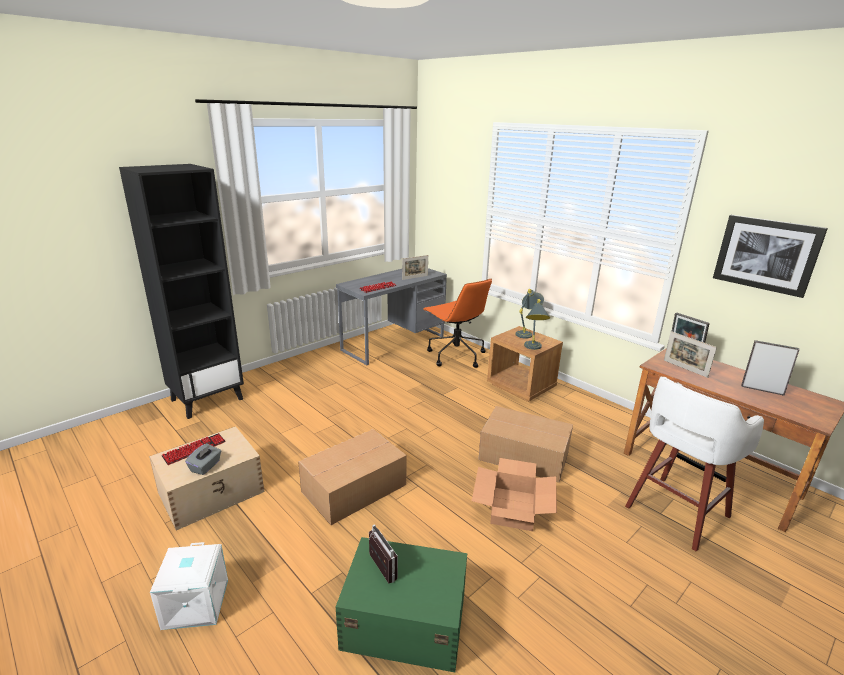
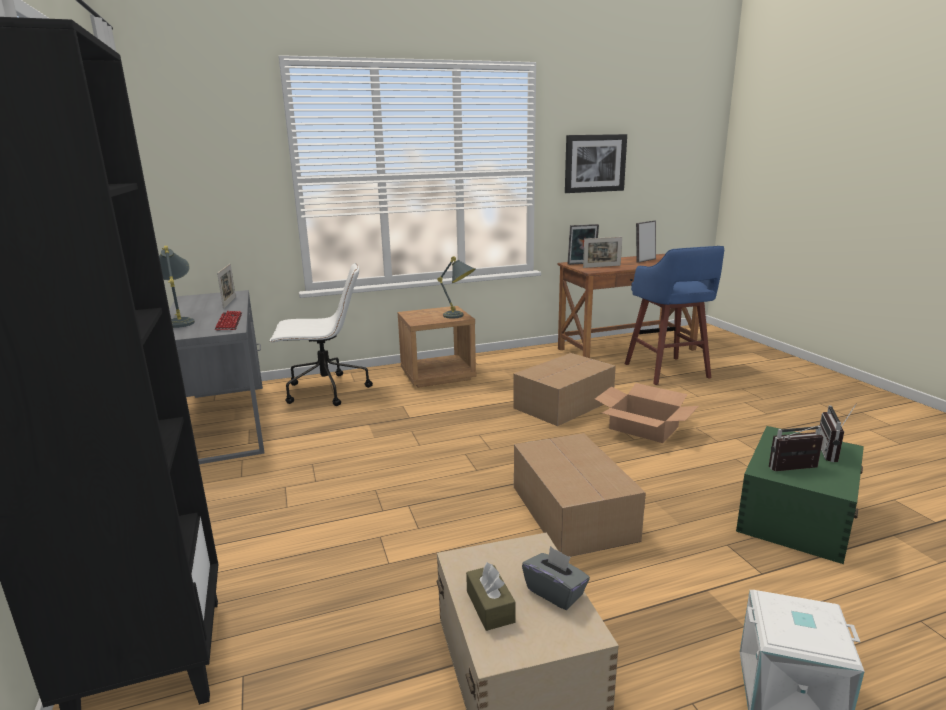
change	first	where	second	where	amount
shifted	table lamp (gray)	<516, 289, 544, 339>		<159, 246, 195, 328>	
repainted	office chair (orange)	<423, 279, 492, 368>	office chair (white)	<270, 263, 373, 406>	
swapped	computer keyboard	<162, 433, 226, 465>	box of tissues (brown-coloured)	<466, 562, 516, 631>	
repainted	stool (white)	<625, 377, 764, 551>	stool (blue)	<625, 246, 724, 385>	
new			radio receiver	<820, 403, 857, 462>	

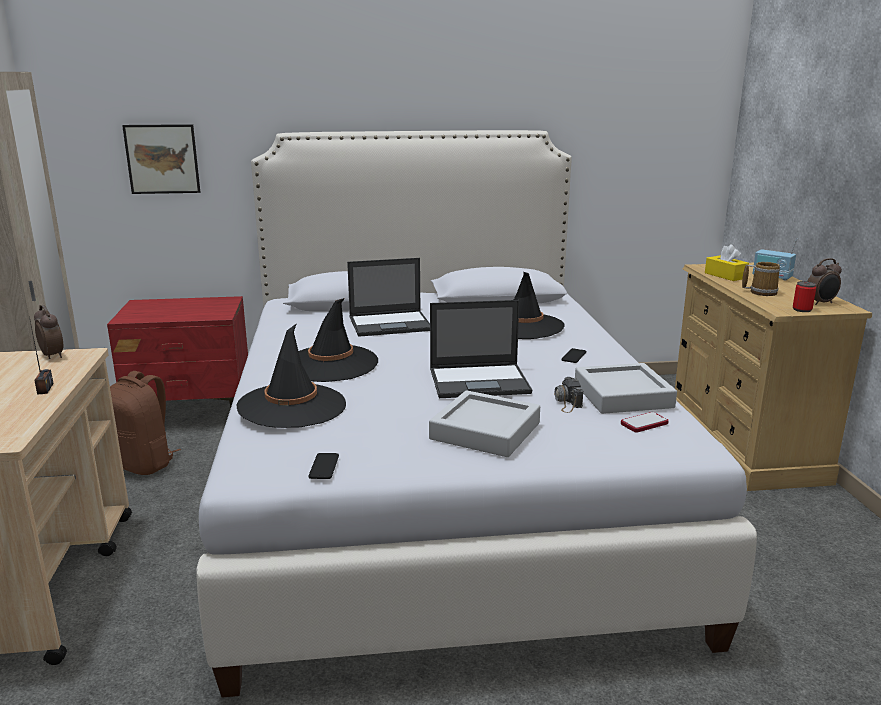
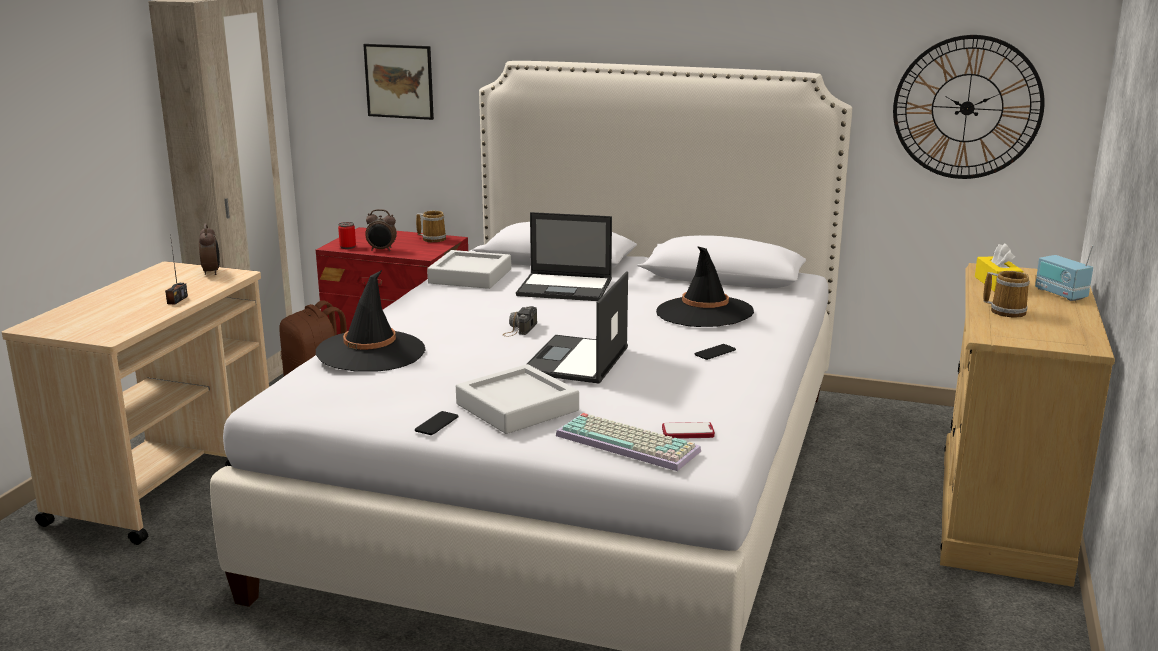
change	first	where	second	where	amount
shifted	metal can	<793, 281, 816, 312>		<338, 222, 356, 249>	
shifted	table clock	<807, 258, 842, 305>		<365, 209, 397, 251>	
shifted	handset	<309, 453, 339, 479>		<415, 411, 459, 435>	
new			coffee mug	<416, 211, 446, 242>	
shifted	carrying tray (gray)	<575, 363, 677, 414>		<427, 250, 511, 289>	
shifted	photo camera	<554, 377, 583, 413>		<503, 306, 537, 337>	
rotated	portable computer	<430, 300, 532, 398>		<527, 271, 628, 384>	90 degrees clockwise
new			computer keyboard	<556, 413, 701, 471>	
new			wall clock	<893, 35, 1045, 179>	
gone	clothing hat (black-coloured)	<299, 298, 378, 382>			

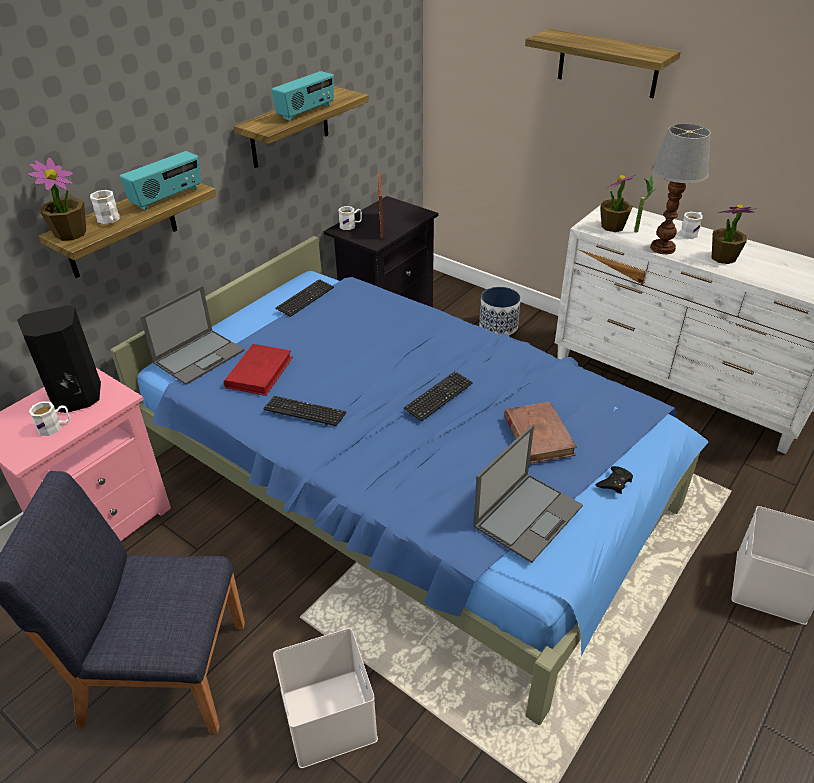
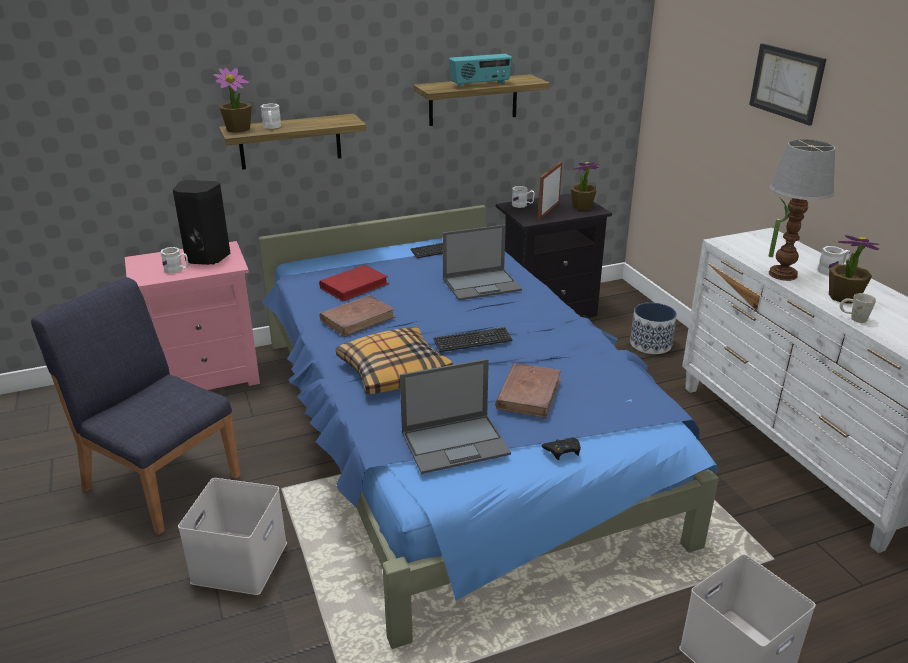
change	first	where	second	where	amount
swapped	computer keyboard	<263, 396, 346, 426>	bound book (brown-coloured)	<320, 295, 396, 337>	
new			cushion	<336, 327, 453, 394>	
shifted	portable computer	<140, 286, 245, 385>		<443, 225, 522, 300>	
shifted	houseplant	<600, 175, 636, 232>		<571, 162, 599, 210>	
swapped	bracket shelf	<525, 29, 681, 98>	picture	<749, 43, 826, 126>	
new			coffee mug (white)	<840, 293, 876, 323>	
gone	radio receiver	<120, 151, 201, 211>			

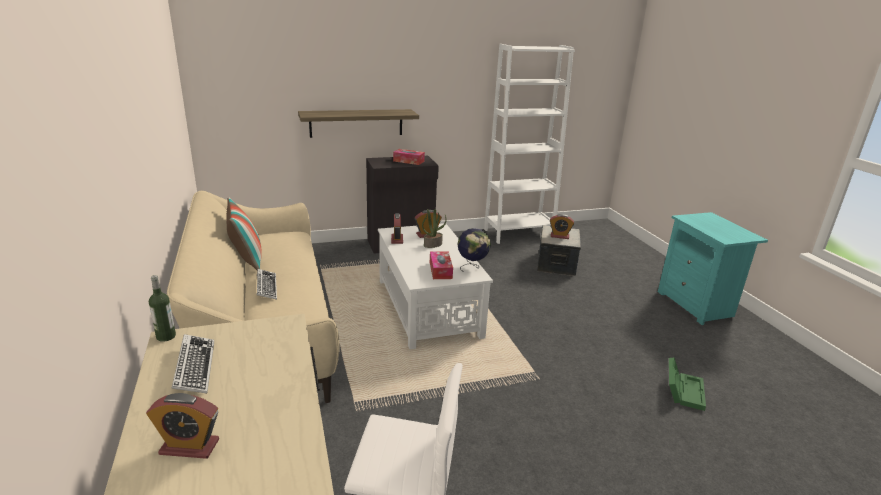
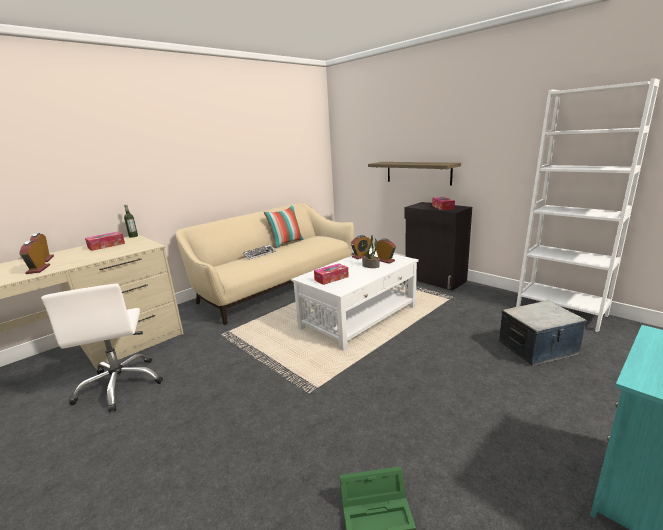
change	first	where	second	where	amount
shifted	table clock	<550, 214, 574, 239>		<19, 240, 50, 274>	
swapped	computer keyboard	<172, 334, 214, 394>	box of tissues	<85, 232, 125, 251>	
gone	desk globe	<458, 228, 491, 272>			

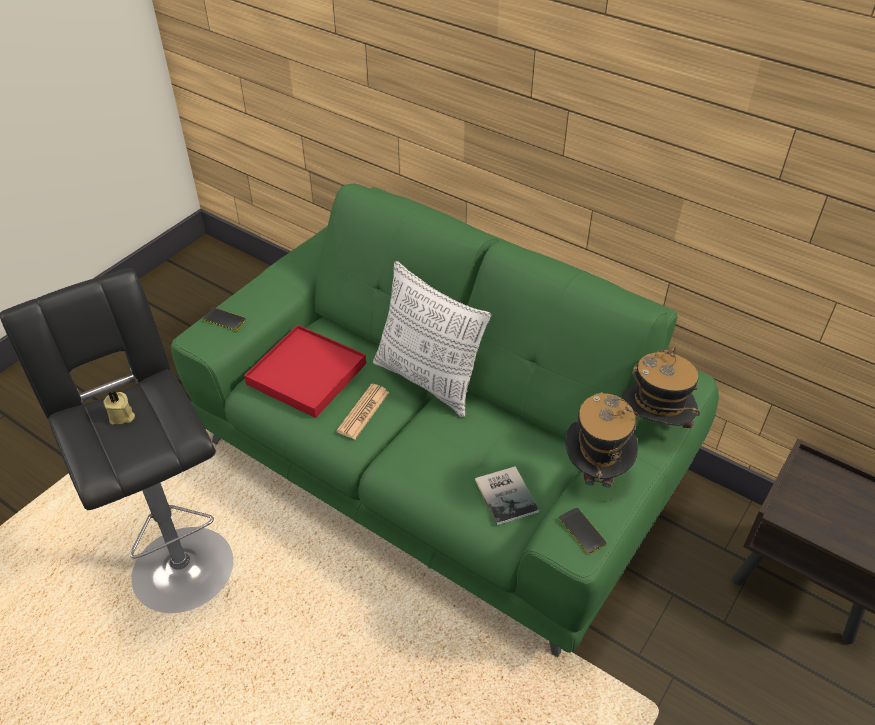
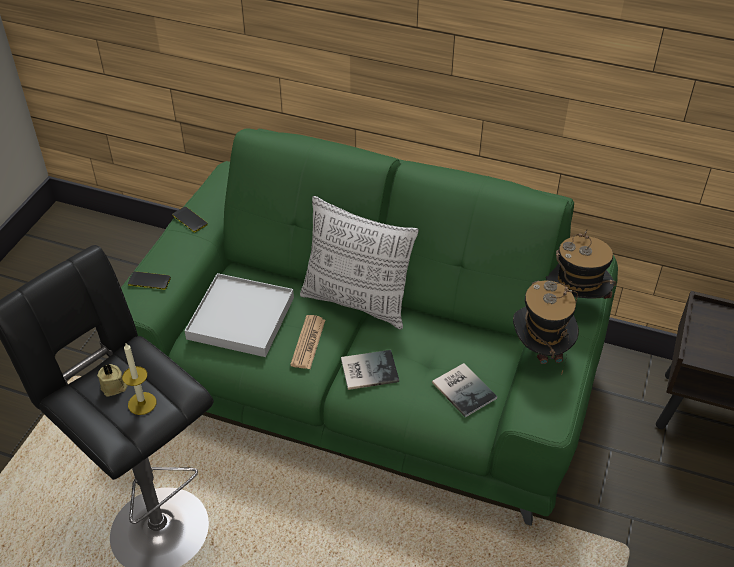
change	first	where	second	where	amount
new			wax candle	<122, 343, 156, 415>	
shifted	handset	<559, 508, 607, 554>		<172, 207, 208, 232>	
repainted	carrying tray (reddish)	<244, 325, 366, 418>	carrying tray (white)	<184, 273, 294, 357>	
new			bound book	<341, 350, 399, 390>	

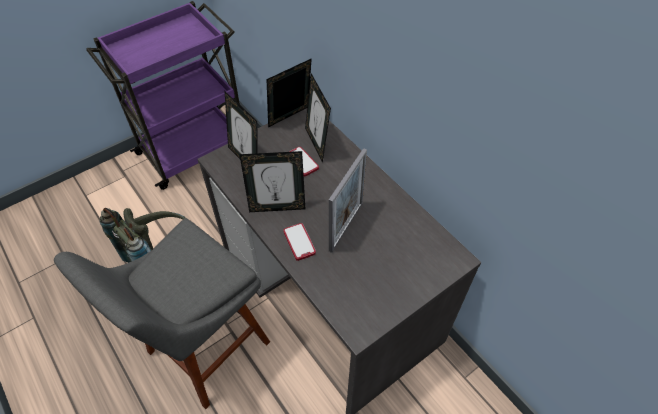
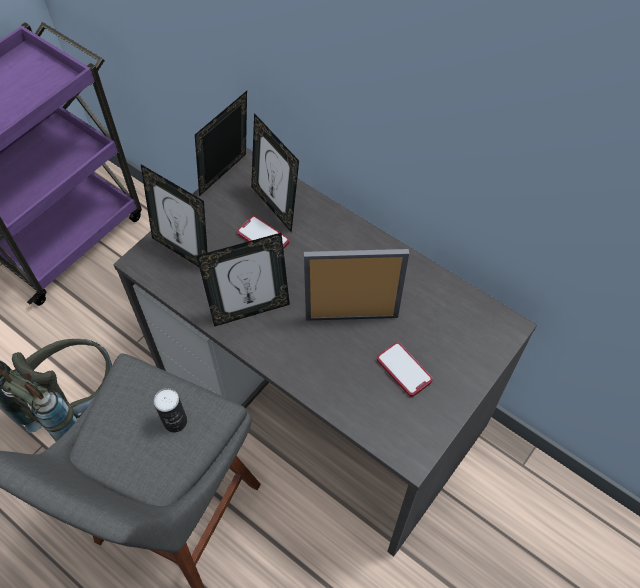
change	first	where	second	where	amount
new			metal can	<154, 388, 187, 433>	
rotated	photo frame	<329, 148, 367, 253>		<304, 249, 409, 321>	105 degrees counterclockwise
shifted	handset	<283, 223, 316, 261>		<377, 342, 432, 397>	

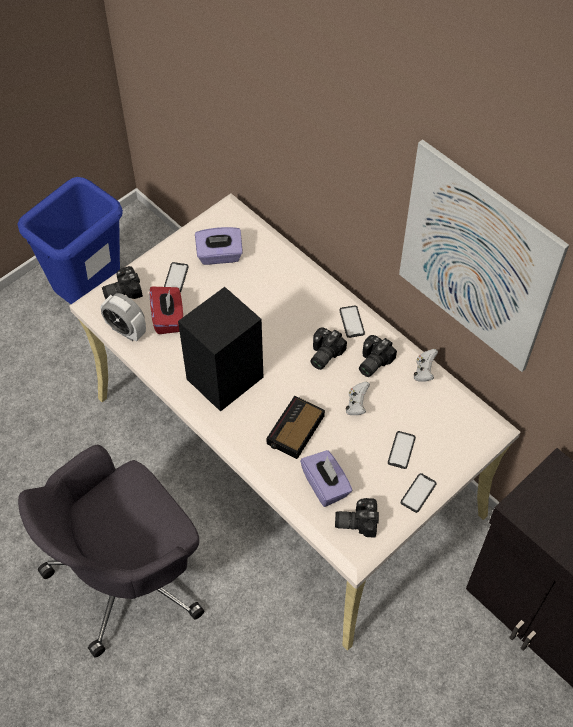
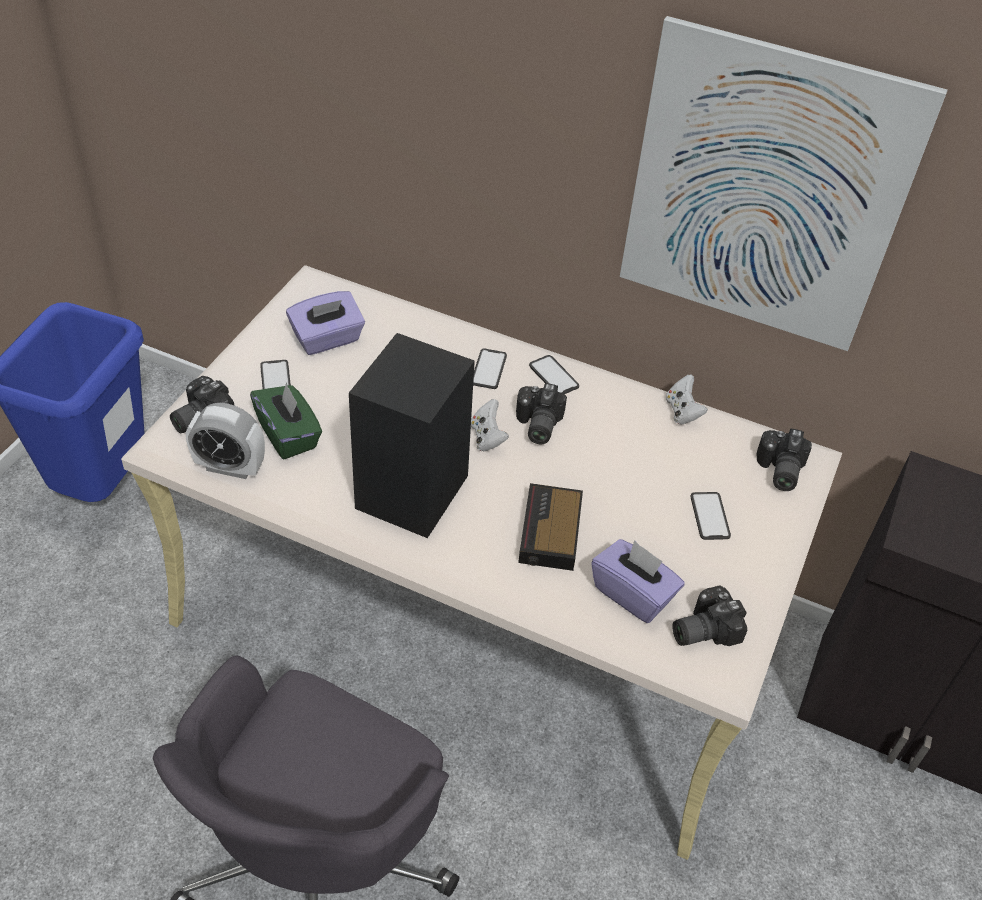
change	first	where	second	where	amount
repainted	box of tissues (reddish)	<150, 287, 183, 334>	box of tissues (greenish)	<250, 382, 322, 459>	
shifted	joypad (white)	<346, 381, 370, 415>		<471, 399, 509, 451>	
shifted	handset	<401, 473, 436, 513>		<473, 349, 507, 389>	
shifted	photo camera	<359, 335, 397, 377>		<756, 428, 812, 491>	

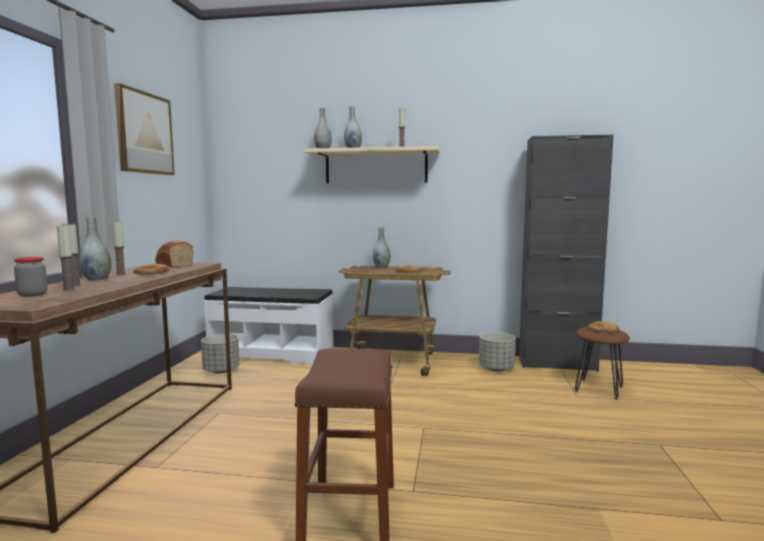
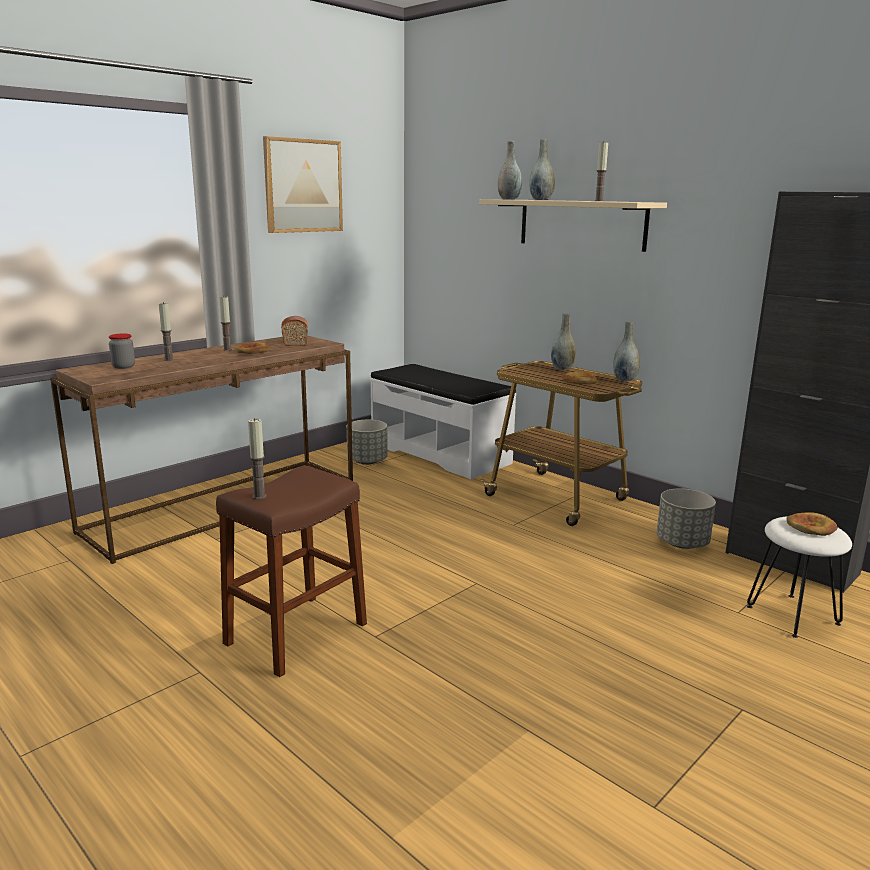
change	first	where	second	where	amount
shifted	wax candle	<57, 226, 75, 291>		<248, 418, 267, 499>	
shifted	vase (gray)	<79, 217, 111, 281>		<613, 321, 640, 382>	
repainted	stool (brown-coloured)	<575, 327, 630, 400>	stool (white)	<747, 516, 852, 638>	

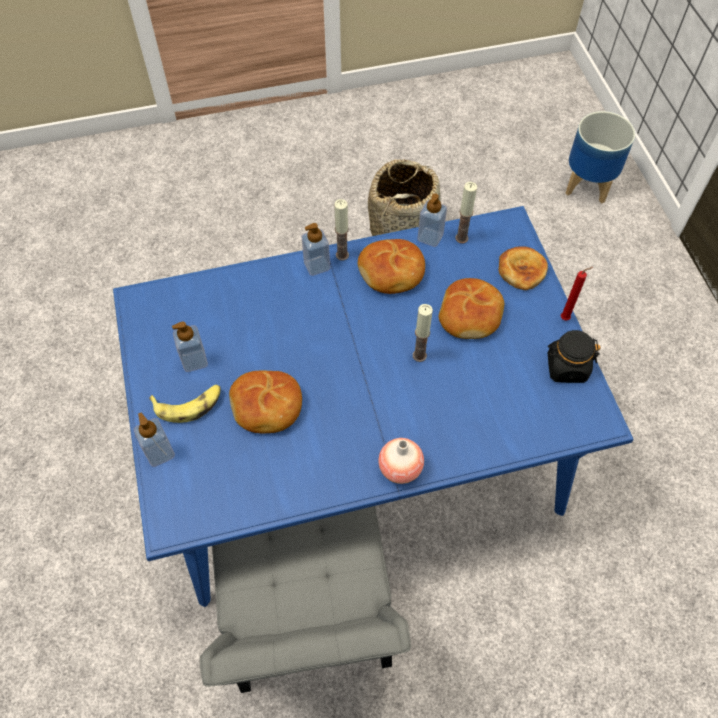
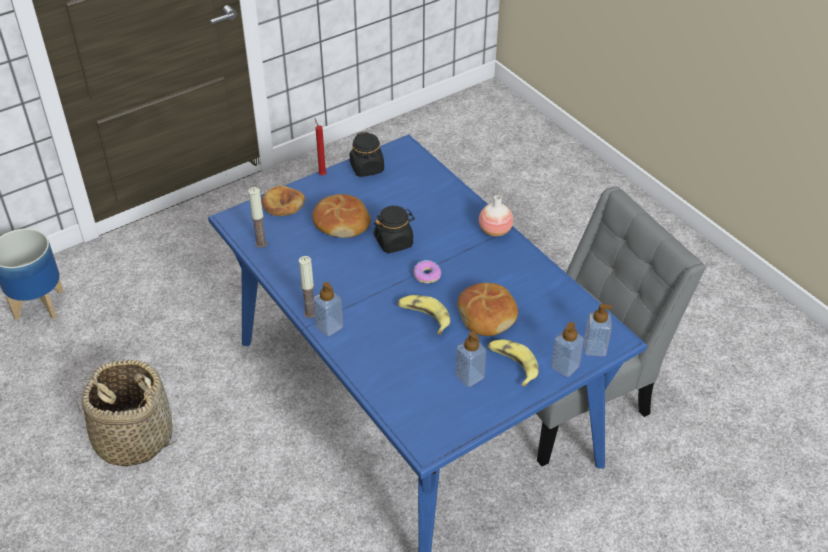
change	first	where	second	where	amount
swapped	wax candle	<413, 304, 433, 362>	preserve jar (black-coloured)	<373, 206, 415, 253>	
new			whole banana	<398, 295, 450, 335>	
new			doughnut	<414, 260, 441, 283>	
shifted	soap bottle	<418, 193, 447, 247>		<584, 304, 612, 357>	
gone	baked bread	<358, 239, 425, 294>			

